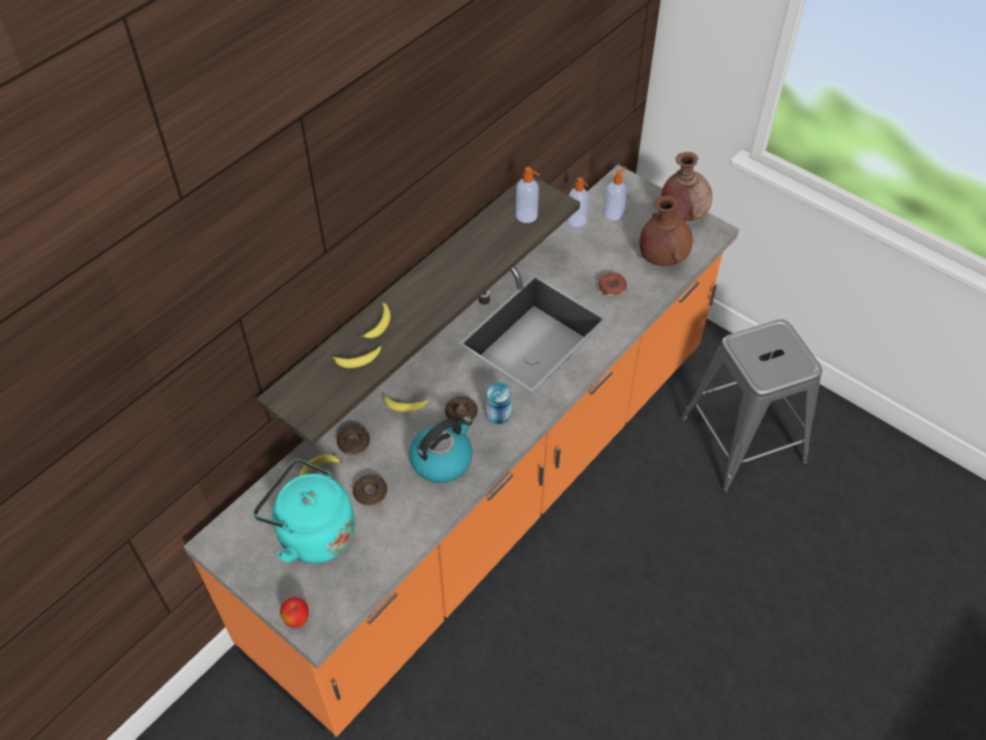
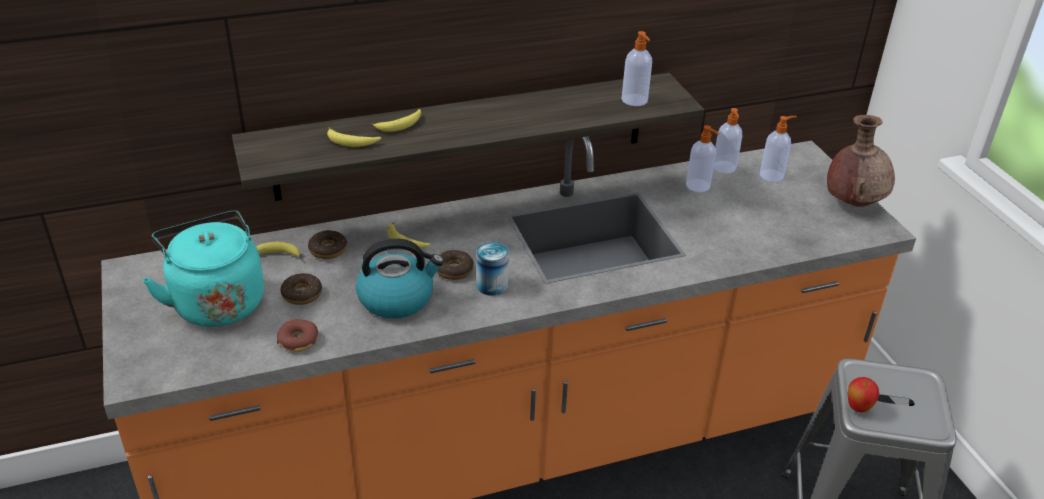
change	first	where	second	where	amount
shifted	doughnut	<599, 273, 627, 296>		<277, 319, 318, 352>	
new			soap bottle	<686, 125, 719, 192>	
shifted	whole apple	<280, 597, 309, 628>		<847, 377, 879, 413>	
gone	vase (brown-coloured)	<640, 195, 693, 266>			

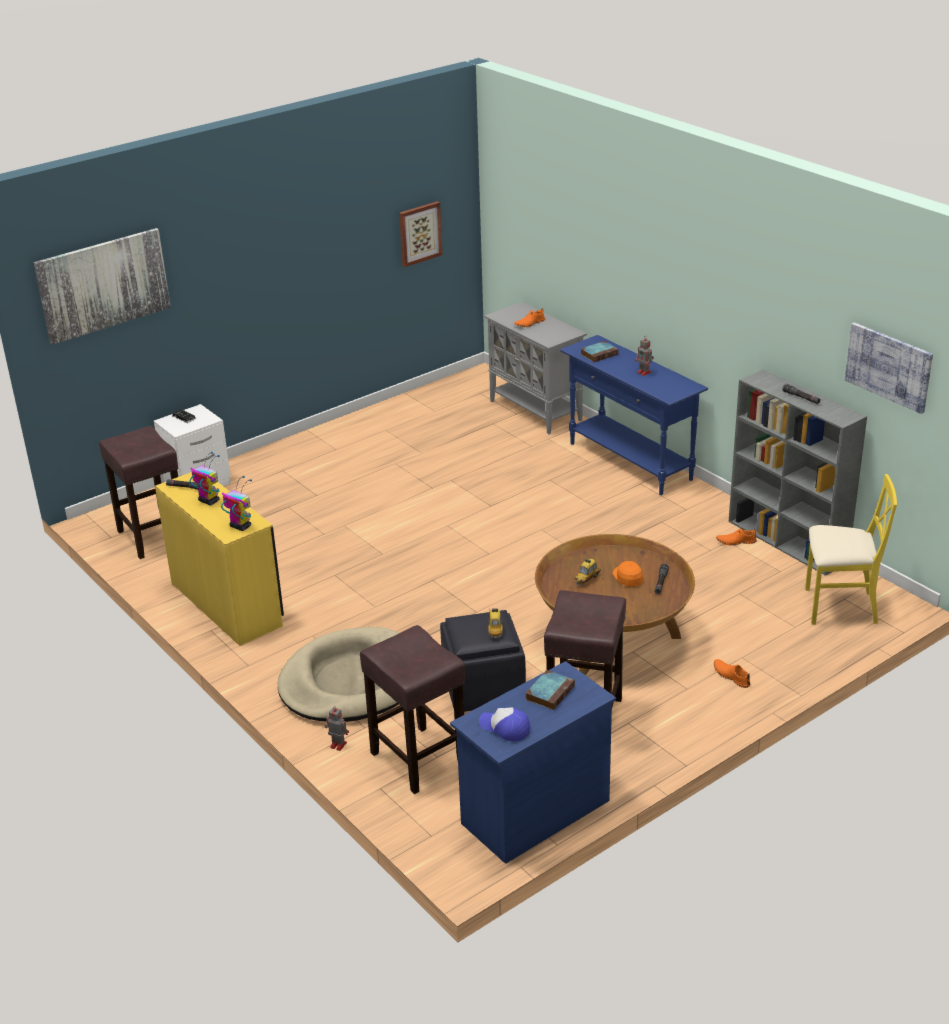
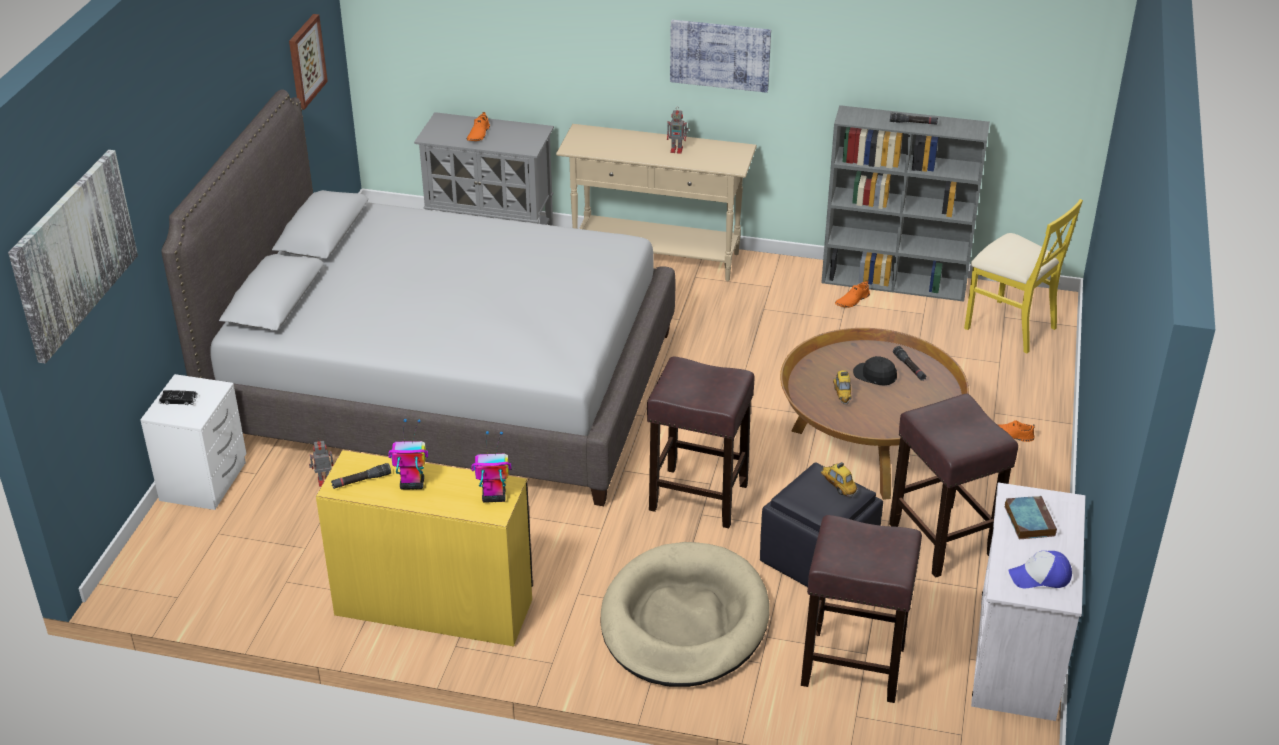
change	first	where	second	where	amount
new			sleeping bed (gray)	<161, 90, 675, 506>	
shifted	toy robot	<325, 706, 349, 751>		<309, 438, 334, 487>	
repainted	console table (blue)	<560, 335, 708, 495>	console table (sand-coloured)	<556, 124, 757, 281>	
shifted	stool (brown-coloured)	<99, 426, 178, 559>		<647, 356, 755, 528>	
shifted	picture	<845, 322, 933, 414>		<670, 20, 771, 93>	
repainted	baseball cap (orange)	<612, 561, 643, 587>	baseball cap (black-coloured)	<853, 356, 897, 385>	
rotated	upright chair (yellow)	<805, 474, 897, 625>		<964, 199, 1083, 353>	75 degrees clockwise
repainted	dresser (blue)	<450, 661, 616, 864>	dresser (white)	<971, 483, 1085, 721>	
gone	bound book	<581, 341, 619, 362>			

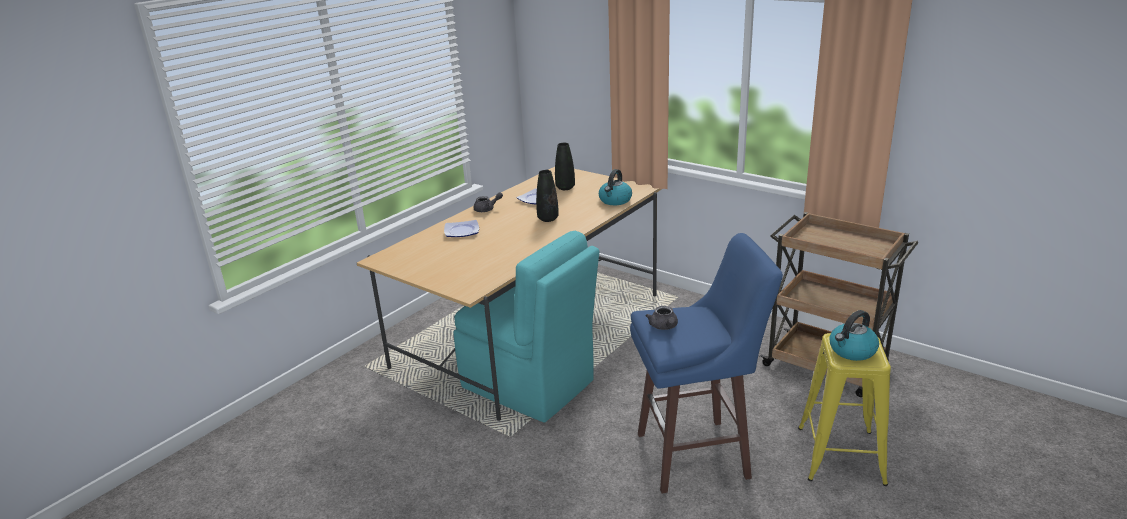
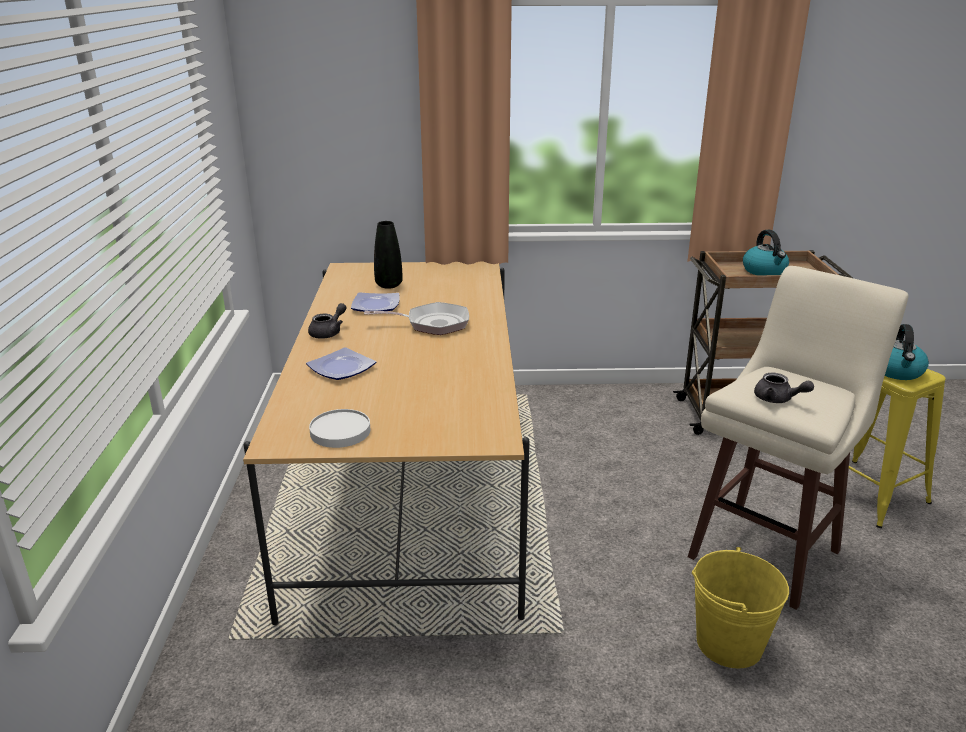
change	first	where	second	where	amount
new			flat dish (white)	<309, 409, 370, 448>	
swapped	vase (black-coloured)	<536, 170, 559, 222>	skillet	<364, 302, 469, 335>	
repainted	stool (blue)	<630, 233, 783, 494>	stool (sand-coloured)	<688, 266, 909, 610>	
new			bucket (yellow)	<692, 547, 789, 669>	
shifted	tea kettle	<599, 169, 632, 205>		<743, 230, 789, 275>	
gone	upright chair (turquoise-coloured)	<453, 231, 600, 423>			

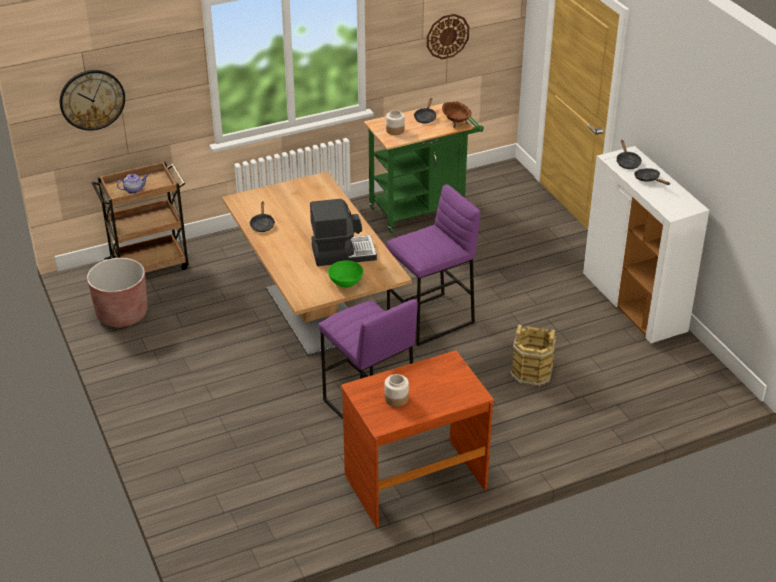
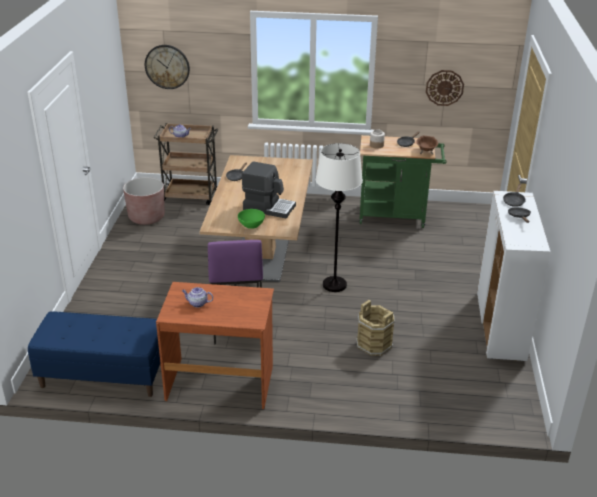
change	first	where	second	where	amount
new			long seat (blue)	<28, 311, 161, 397>	
swapped	preserve jar	<385, 374, 409, 407>	tea pot	<182, 287, 213, 308>	
swapped	stool (purplish)	<386, 184, 481, 346>	floor lamp (white)	<315, 143, 363, 292>	

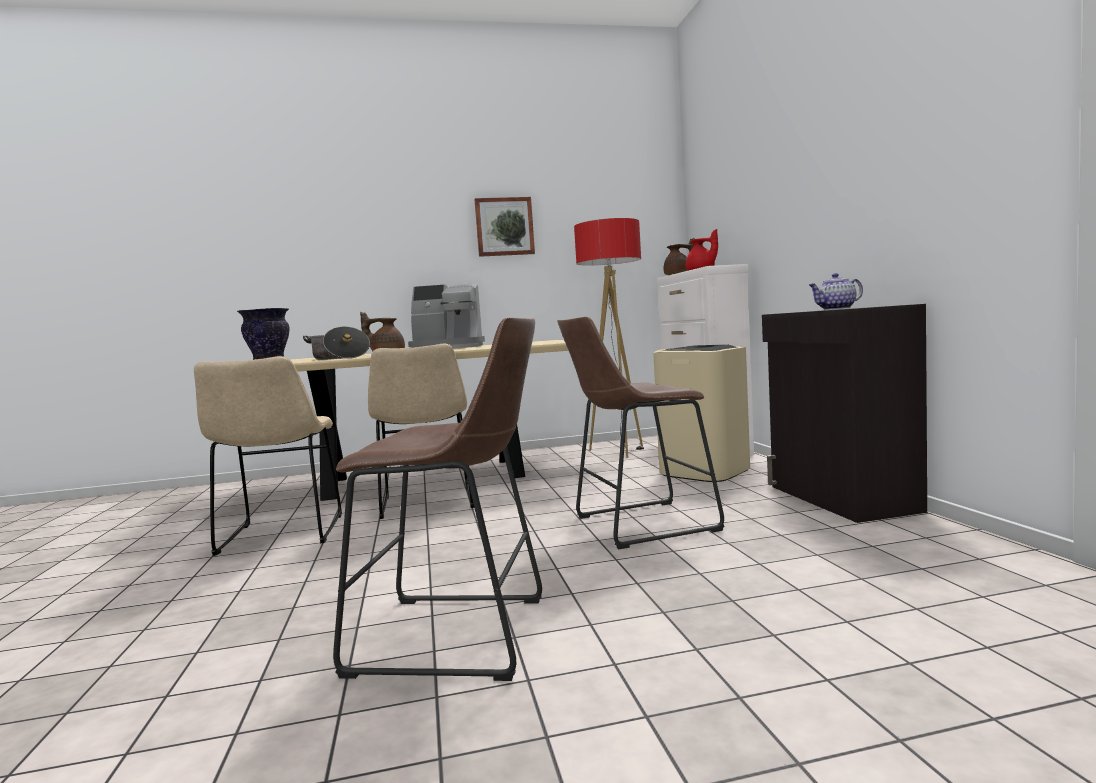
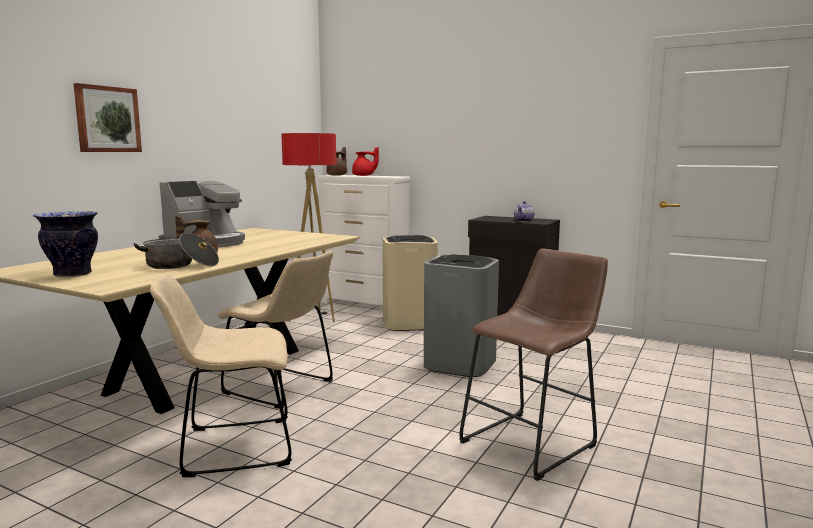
change	first	where	second	where	amount
shifted	picture	<474, 197, 535, 257>		<73, 83, 142, 152>	
rotated	upright chair (sand-coloured)	<194, 356, 342, 556>		<150, 273, 292, 477>	135 degrees clockwise
swapped	stool (brown-coloured)	<557, 317, 724, 549>	trash can (gray)	<424, 254, 499, 377>	

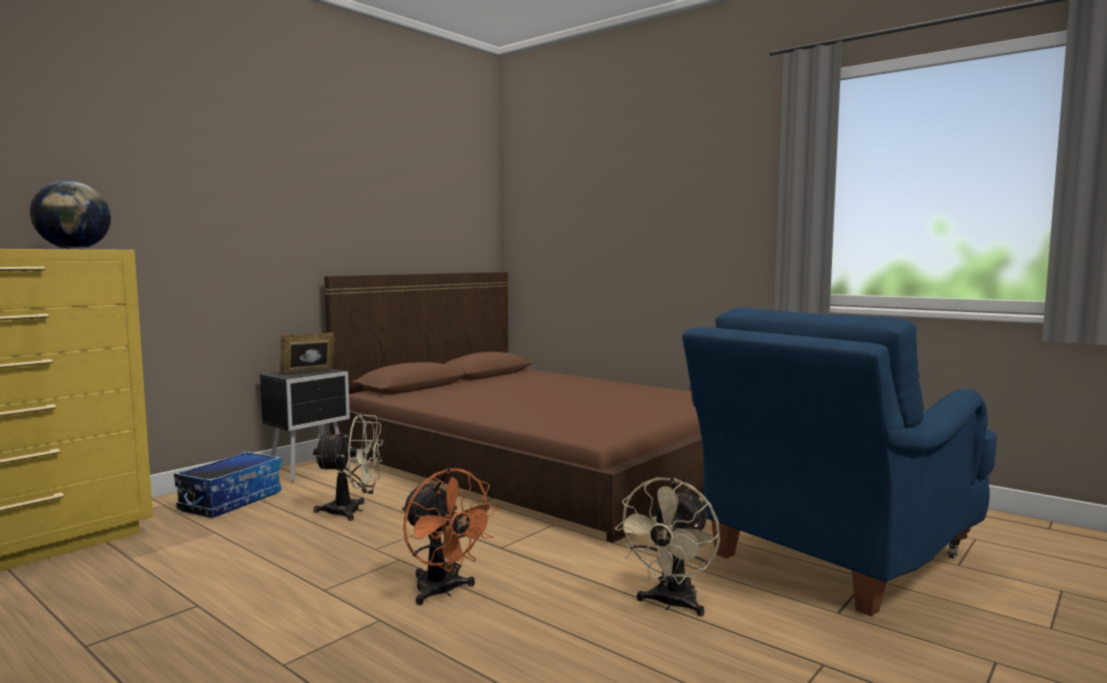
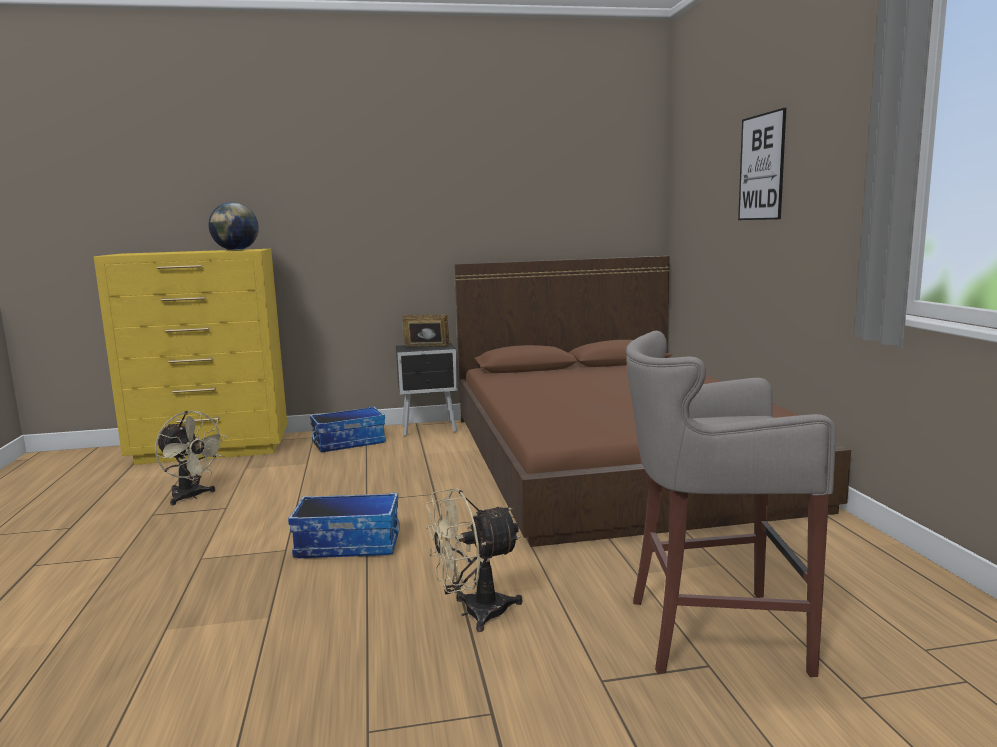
change	first	where	second	where	amount
shifted	cooling fan (sand-coloured)	<313, 415, 383, 521>		<155, 411, 227, 505>	
swapped	cooling fan (orange)	<402, 468, 499, 605>	storage bin	<288, 493, 400, 558>	
swapped	armchair (blue)	<682, 307, 997, 616>	stool (gray)	<626, 331, 836, 677>	
new			picture	<738, 108, 786, 220>	

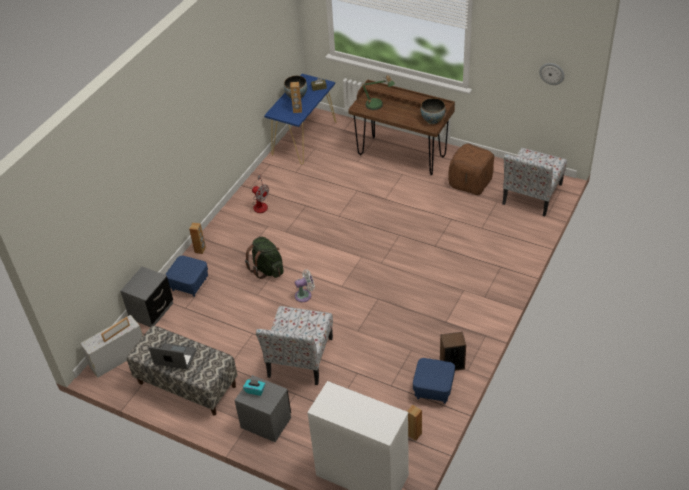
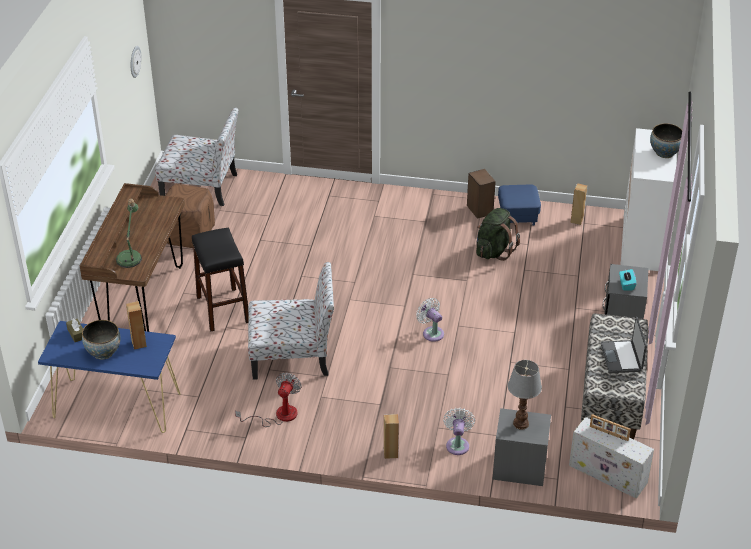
change	first	where	second	where	amount
new			stool (black-coloured)	<192, 228, 248, 331>	
shifted	upright chair	<256, 306, 333, 385>		<248, 262, 334, 380>	
swapped	footrest (blue)	<165, 256, 208, 297>	cooling fan (white)	<443, 408, 475, 455>	
shifted	rucksack (greenish)	<245, 236, 284, 279>		<476, 208, 520, 261>	
new			table lamp	<508, 360, 542, 430>	
shifted	serving bowl	<421, 98, 446, 124>		<650, 123, 682, 158>	

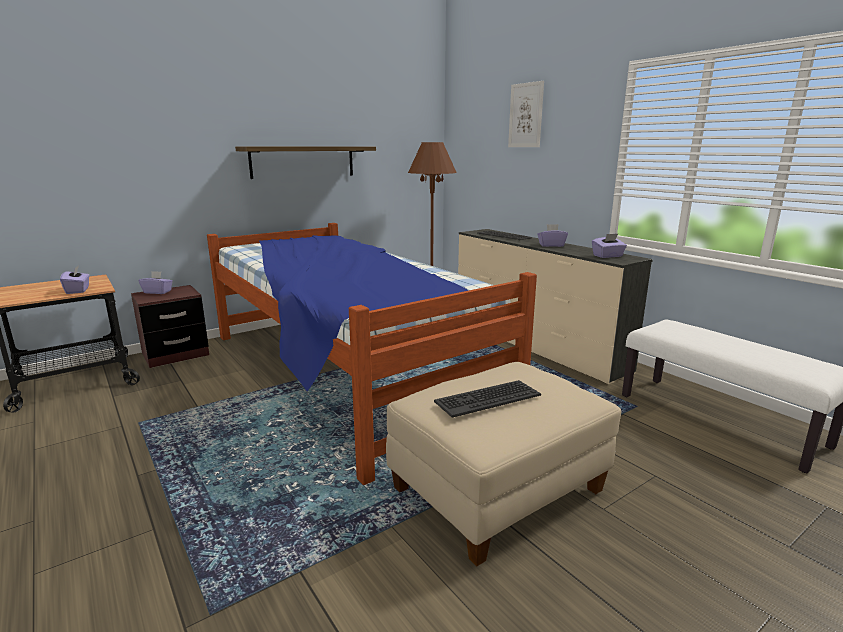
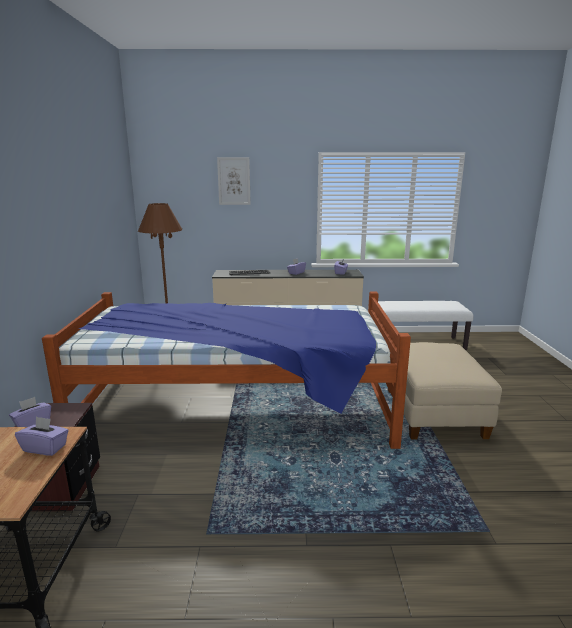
change	first	where	second	where	amount
gone	bracket shelf	<235, 146, 376, 179>			
gone	computer keyboard	<434, 380, 541, 418>			

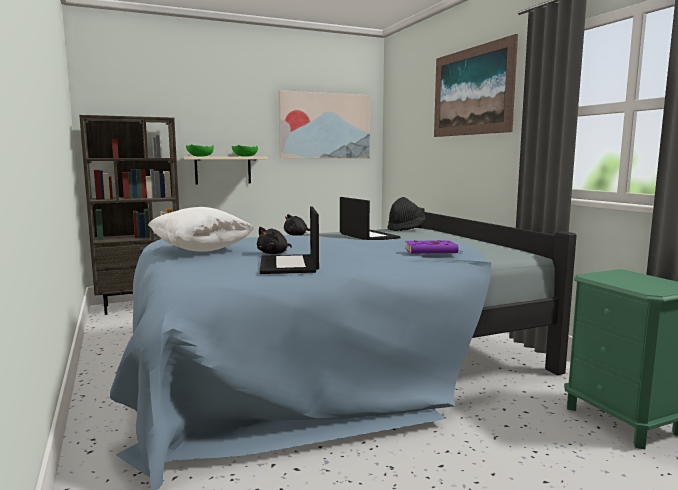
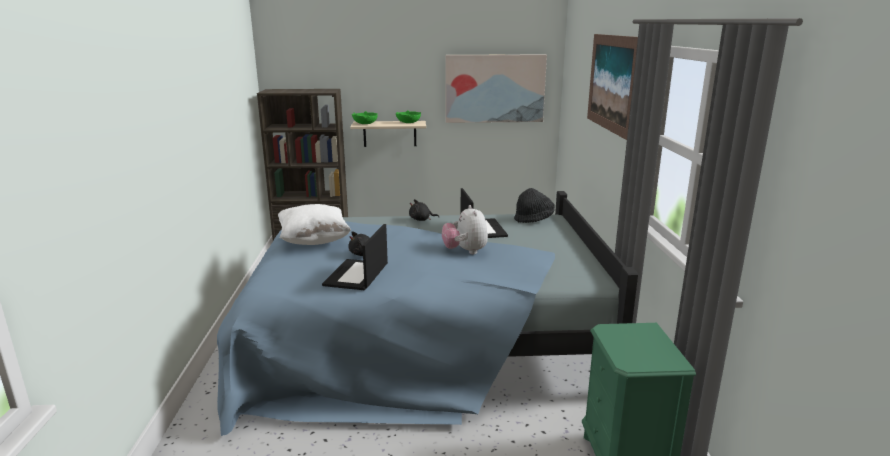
change	first	where	second	where	amount
new			soft toy	<442, 205, 488, 254>	
gone	bound book (purplish)	<405, 240, 464, 254>			

